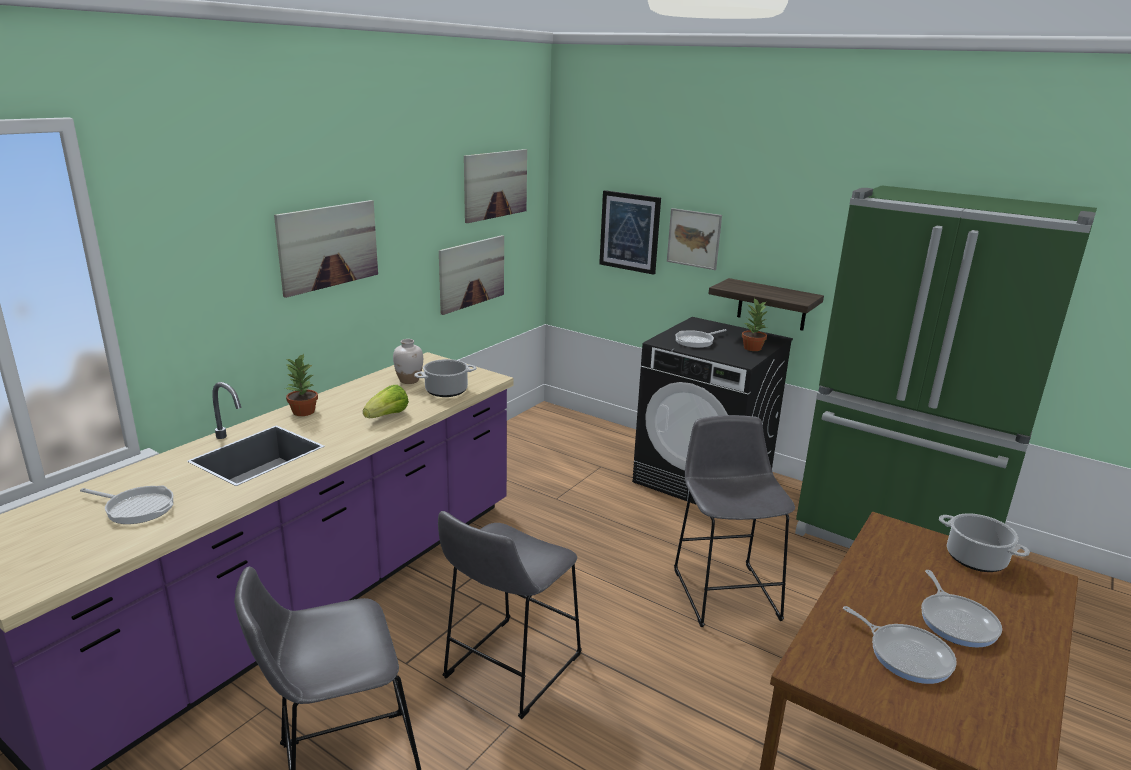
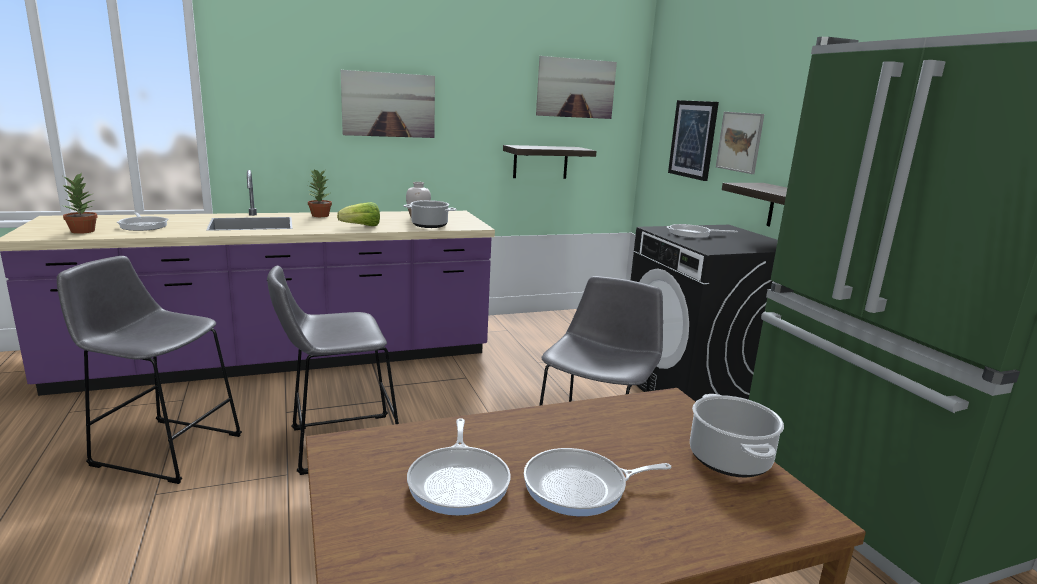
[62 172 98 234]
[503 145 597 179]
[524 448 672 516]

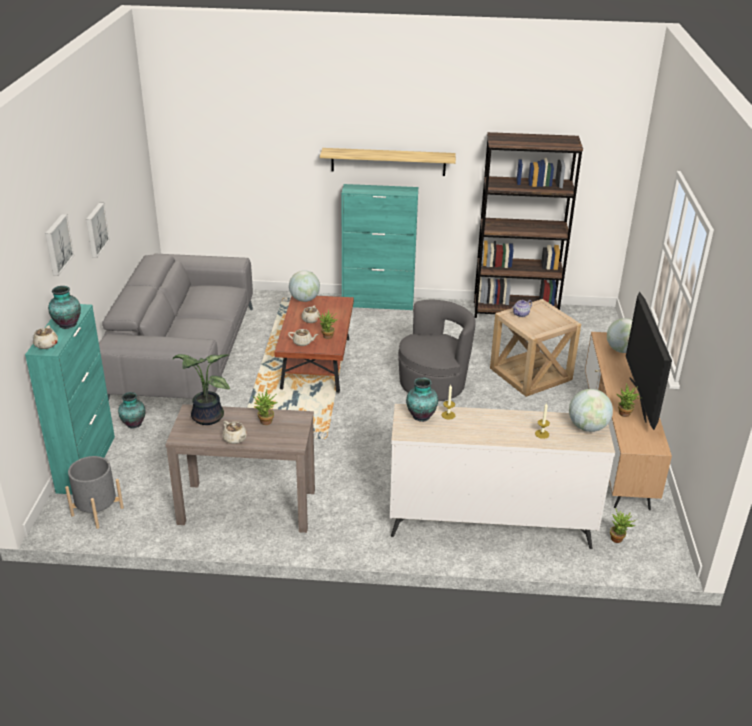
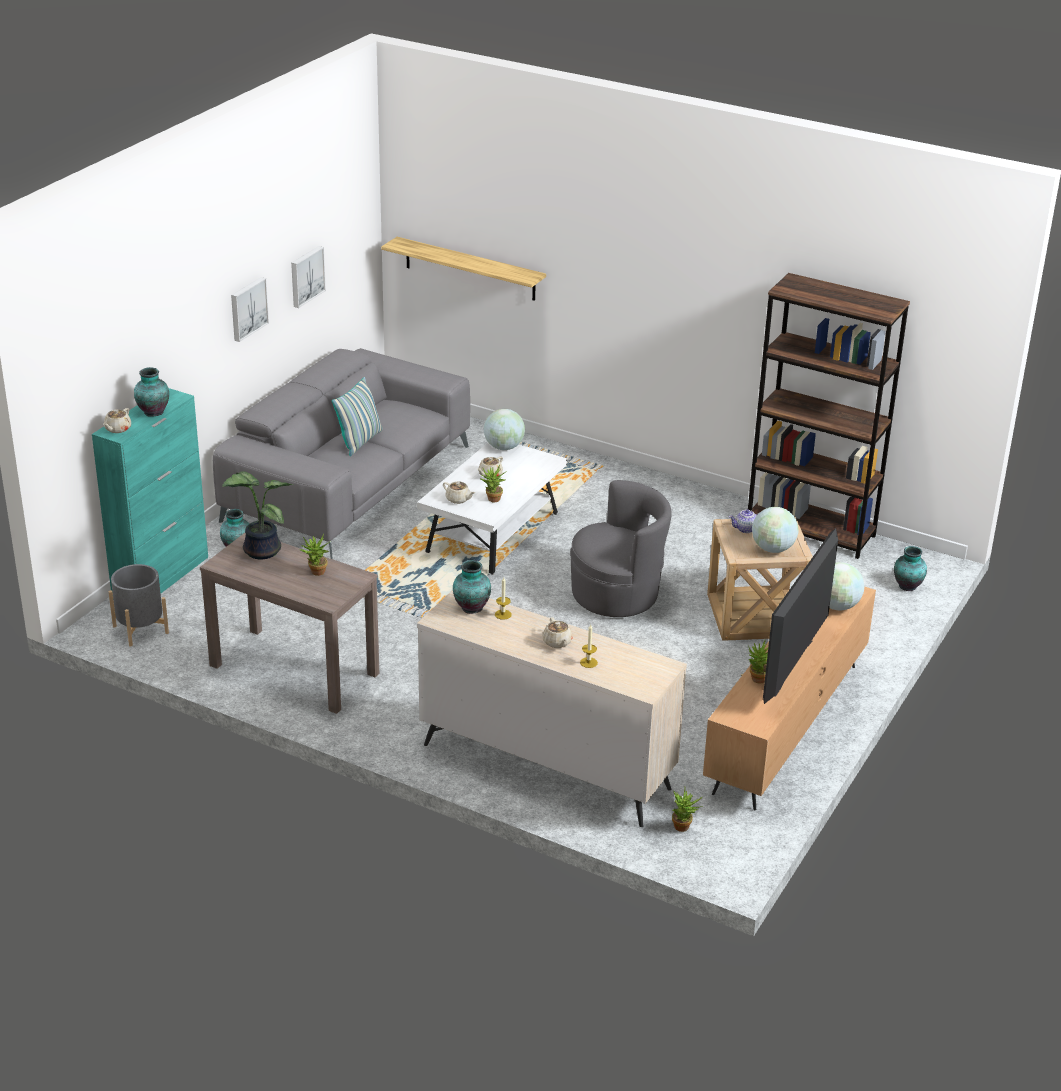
[291 246 326 308]
[332 377 383 456]
[381 237 546 301]
[417 443 567 575]
[542 617 573 648]
[752 507 798 553]
[894 546 927 591]
[341 184 418 310] (first image)

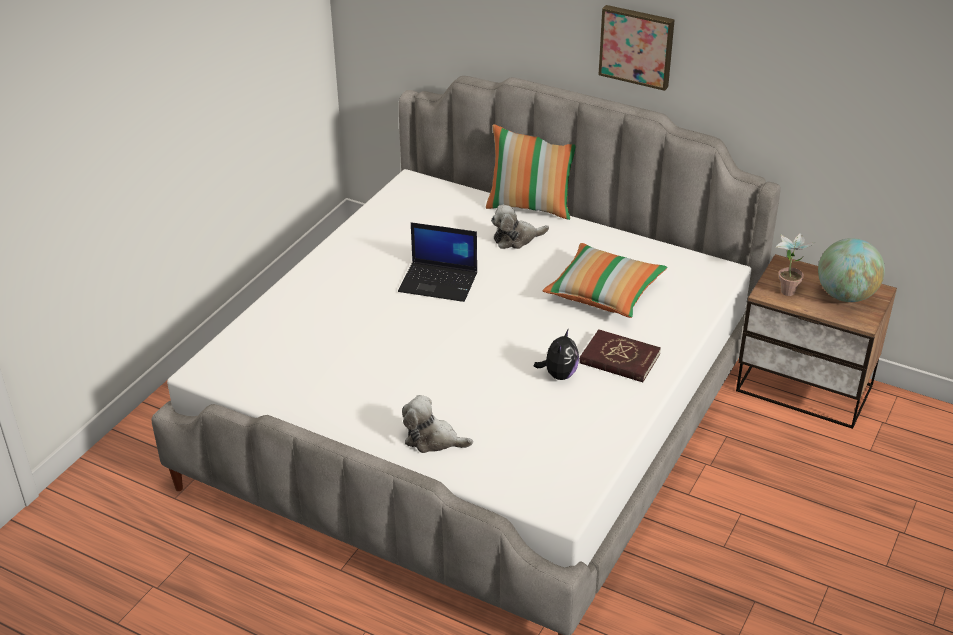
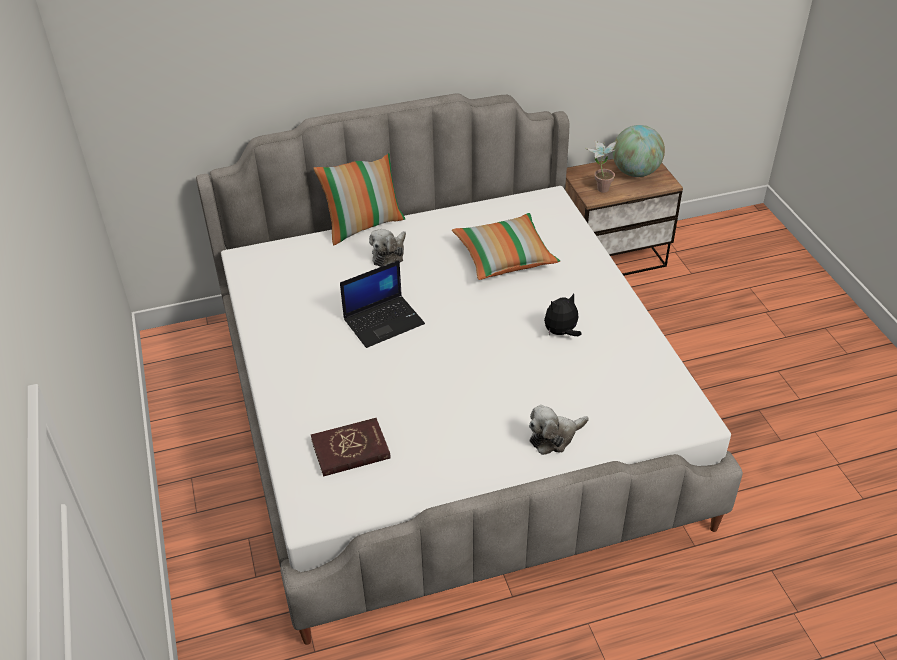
[311 418 391 477]
[544 294 582 336]
[599 5 675 91] (first image)

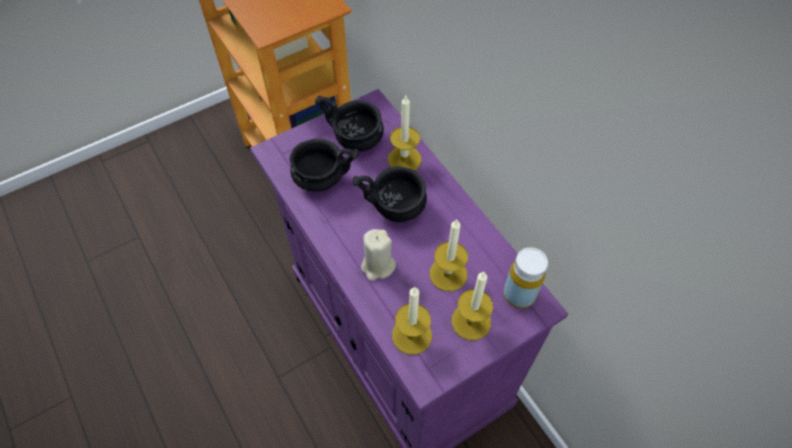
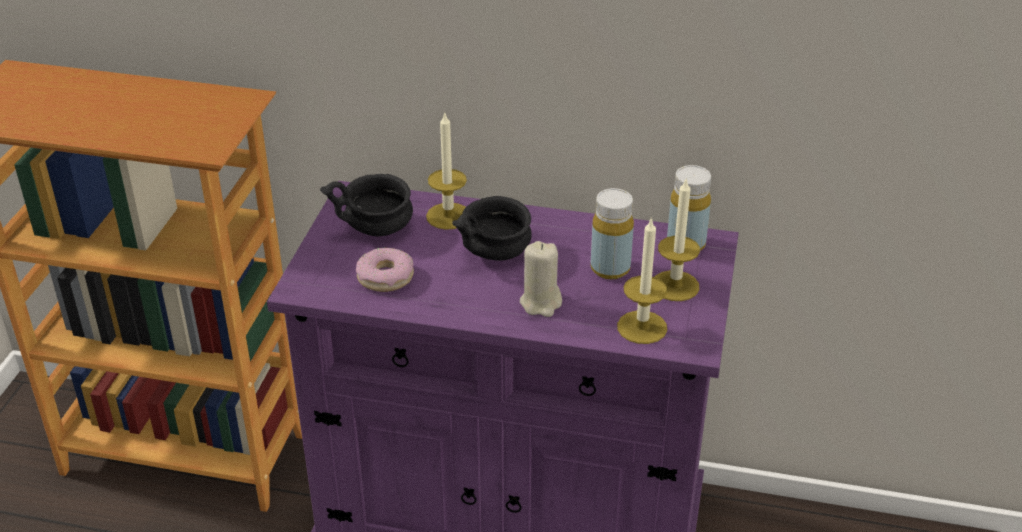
[356 247 414 292]
[591 188 634 279]

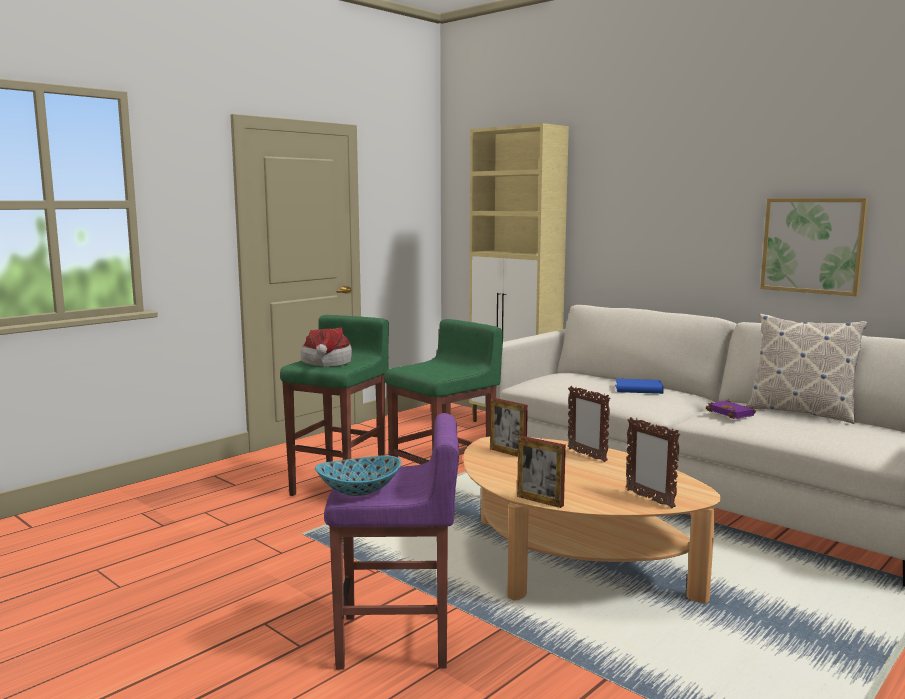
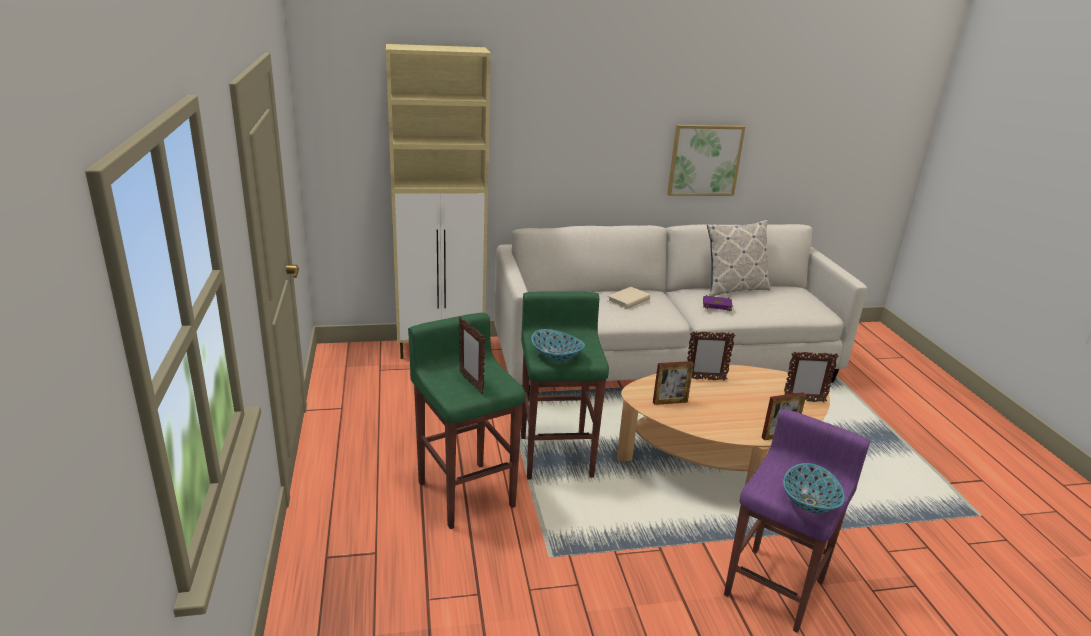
[459 316 485 394]
[531 329 585 361]
[607 287 650 309]

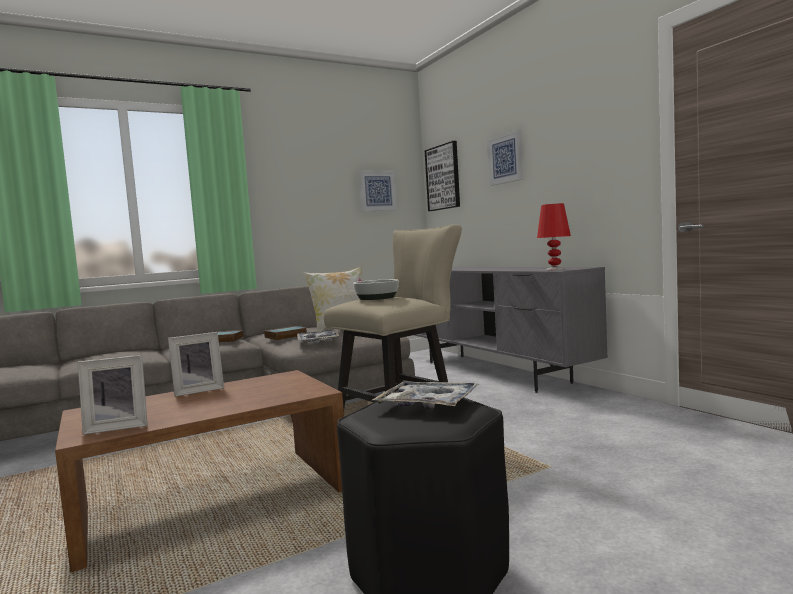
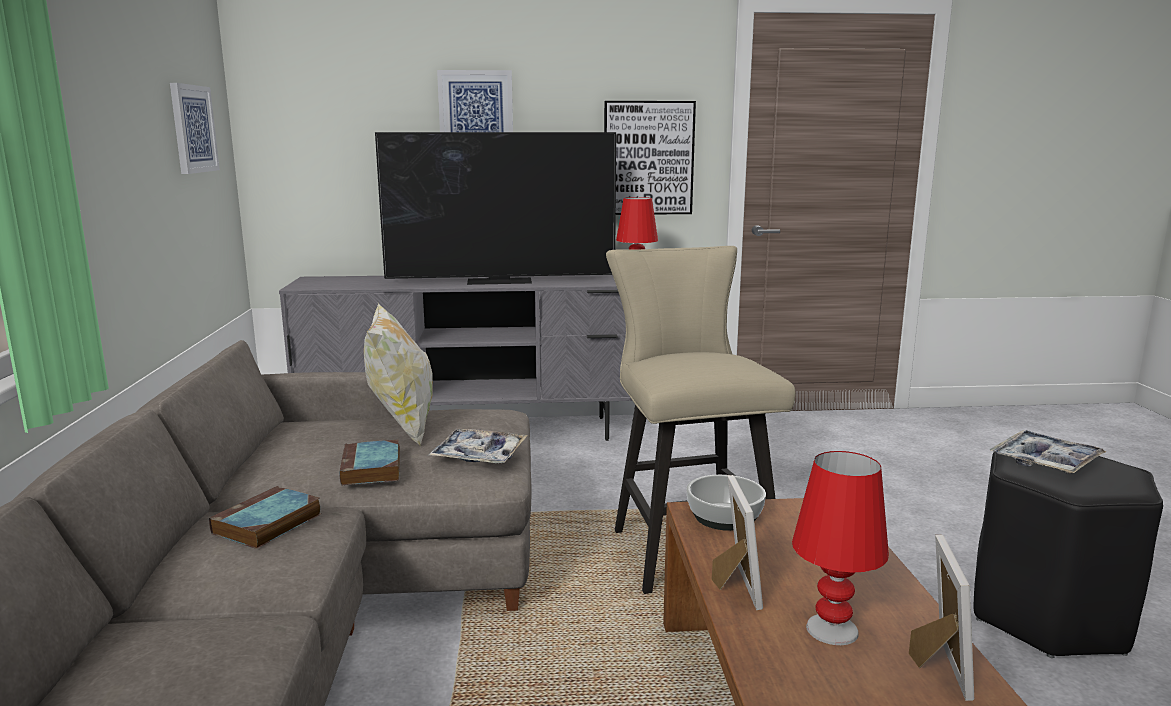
[375 132 616 285]
[604 101 696 215]
[686 475 766 531]
[792 451 889 645]

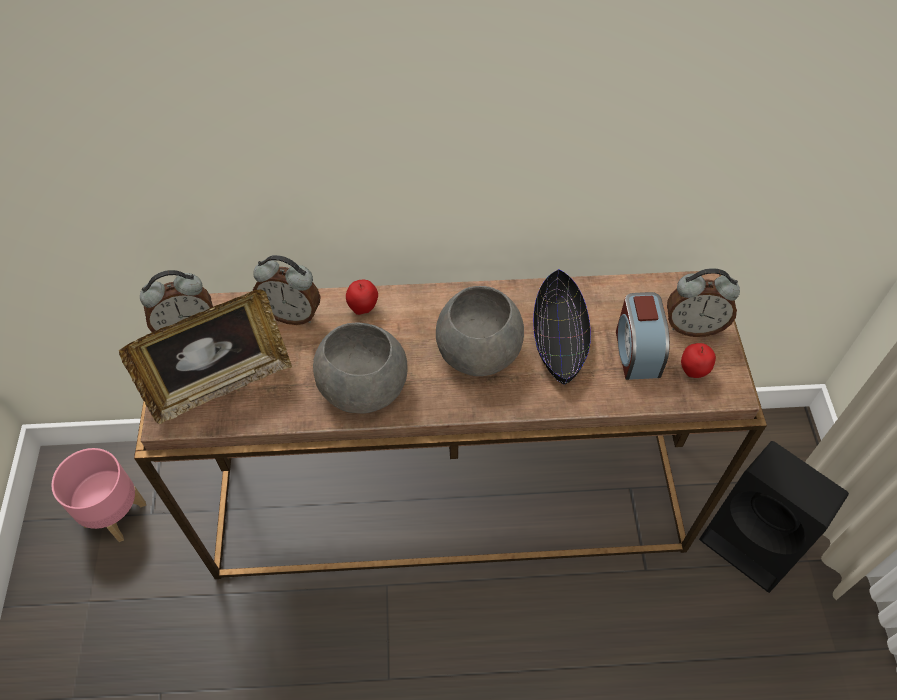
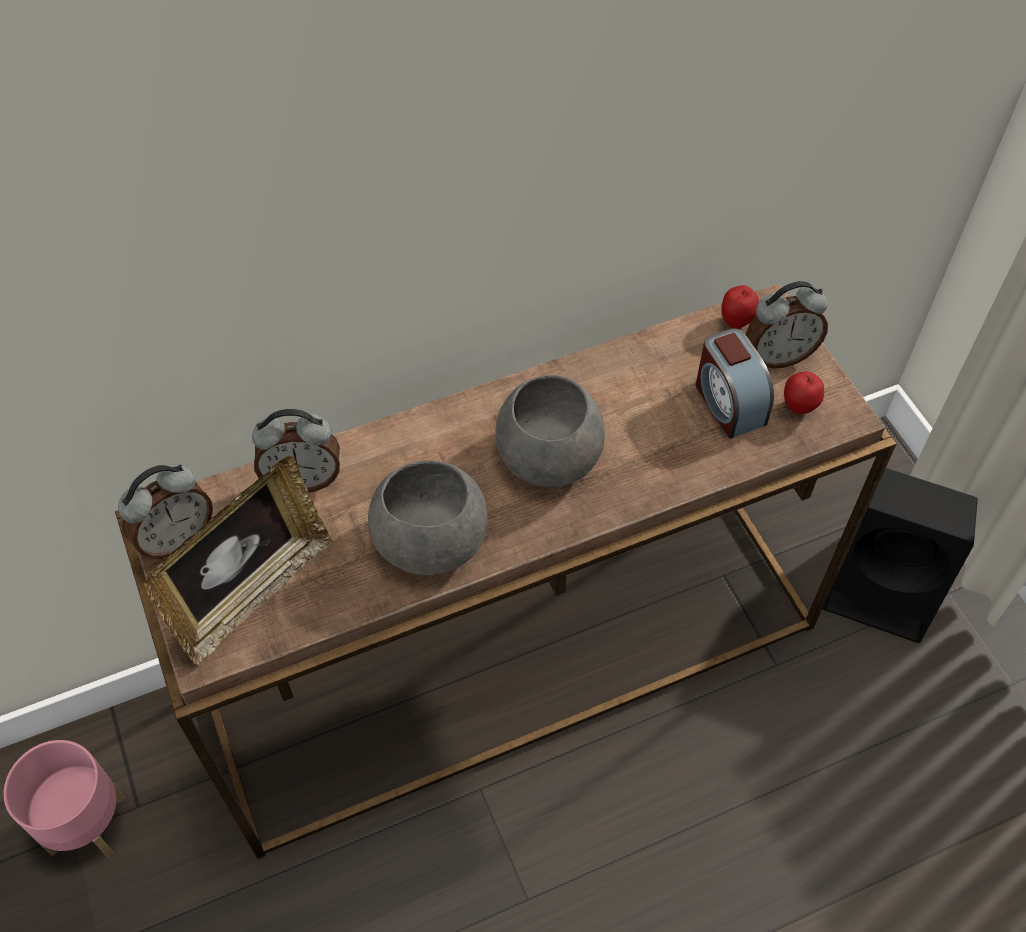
[722 285 759 329]
[533 269 591 385] (first image)

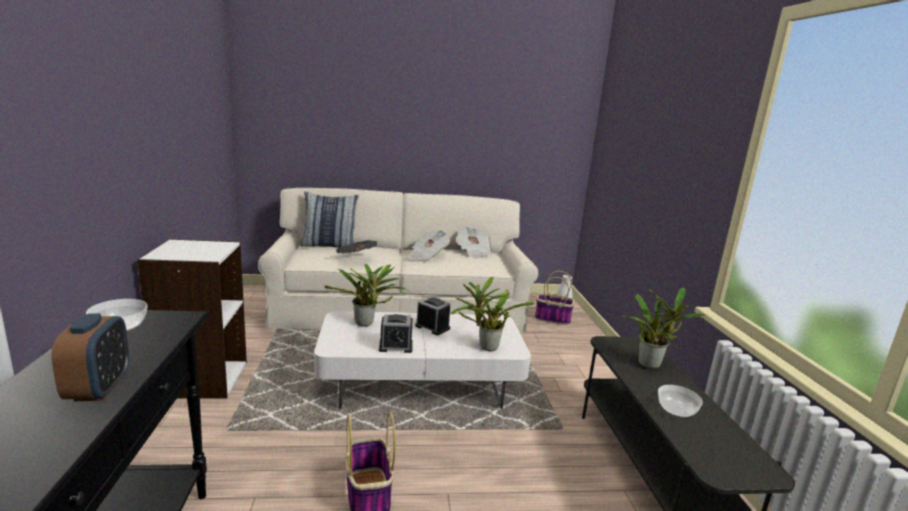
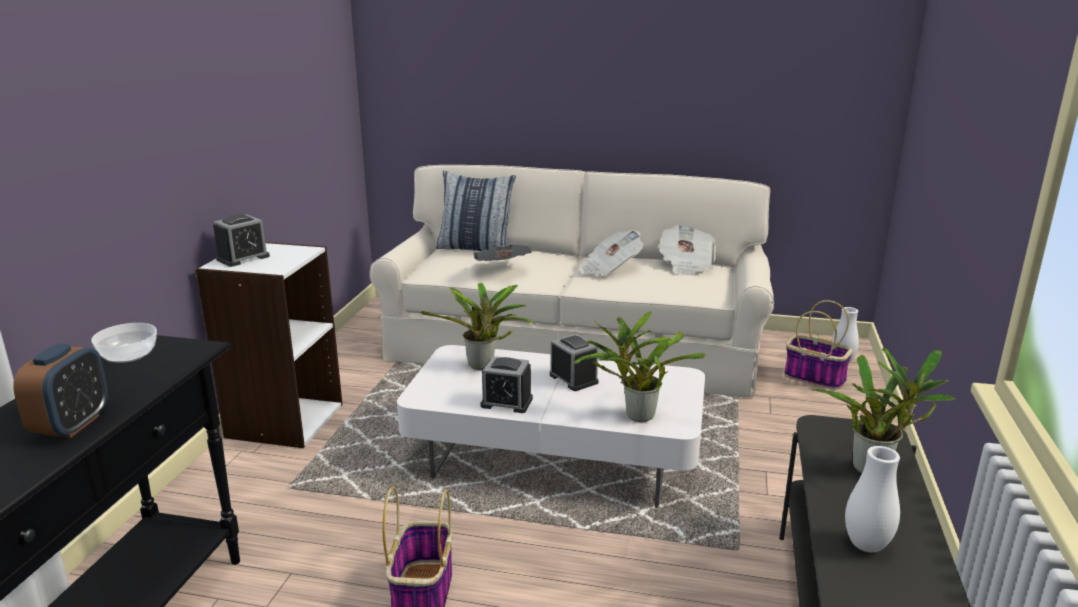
[213 214 270 267]
[845 446 900 553]

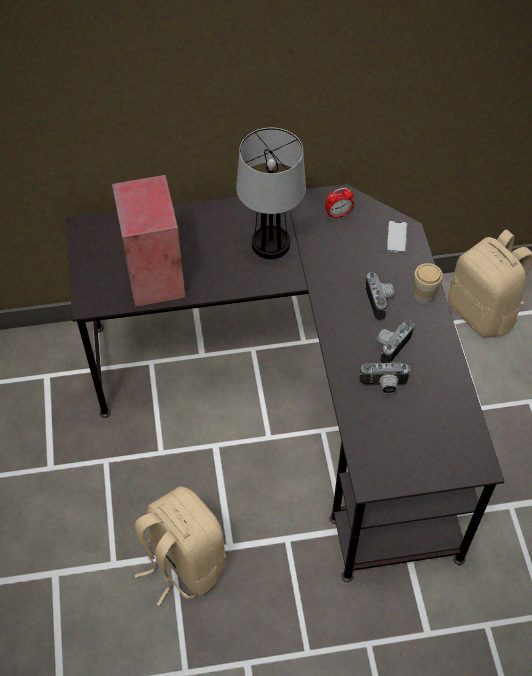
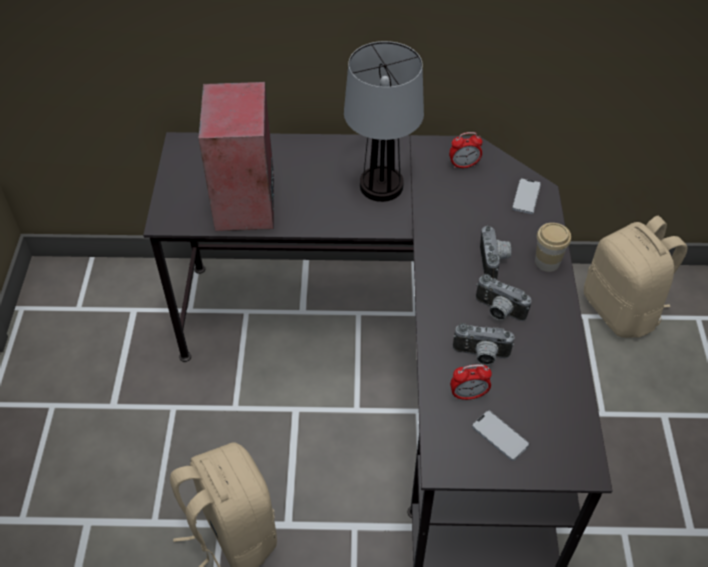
[450 364 492 400]
[472 410 530 461]
[476 274 531 321]

